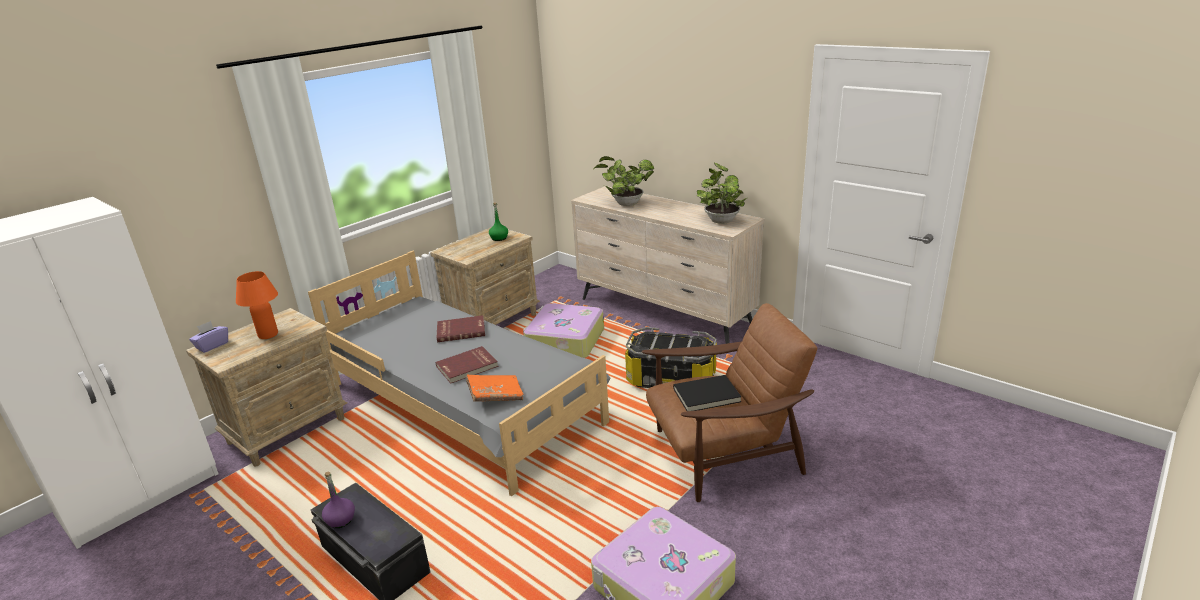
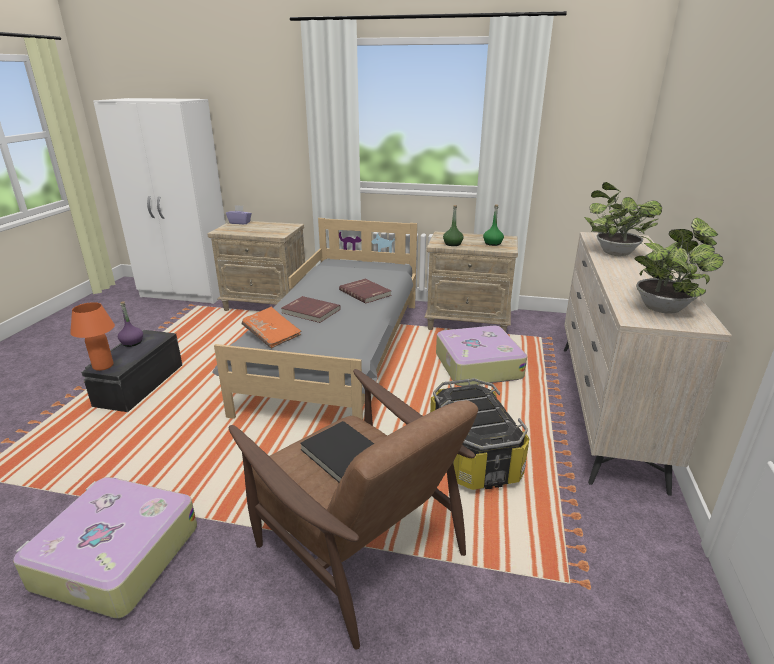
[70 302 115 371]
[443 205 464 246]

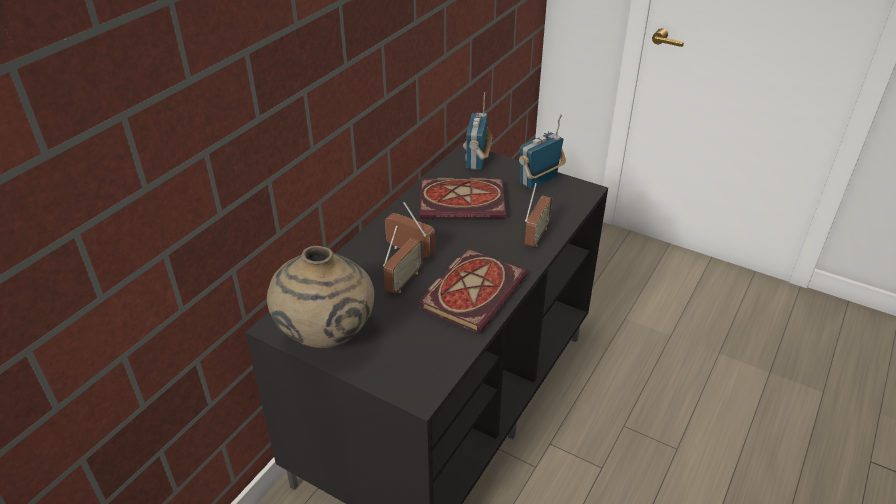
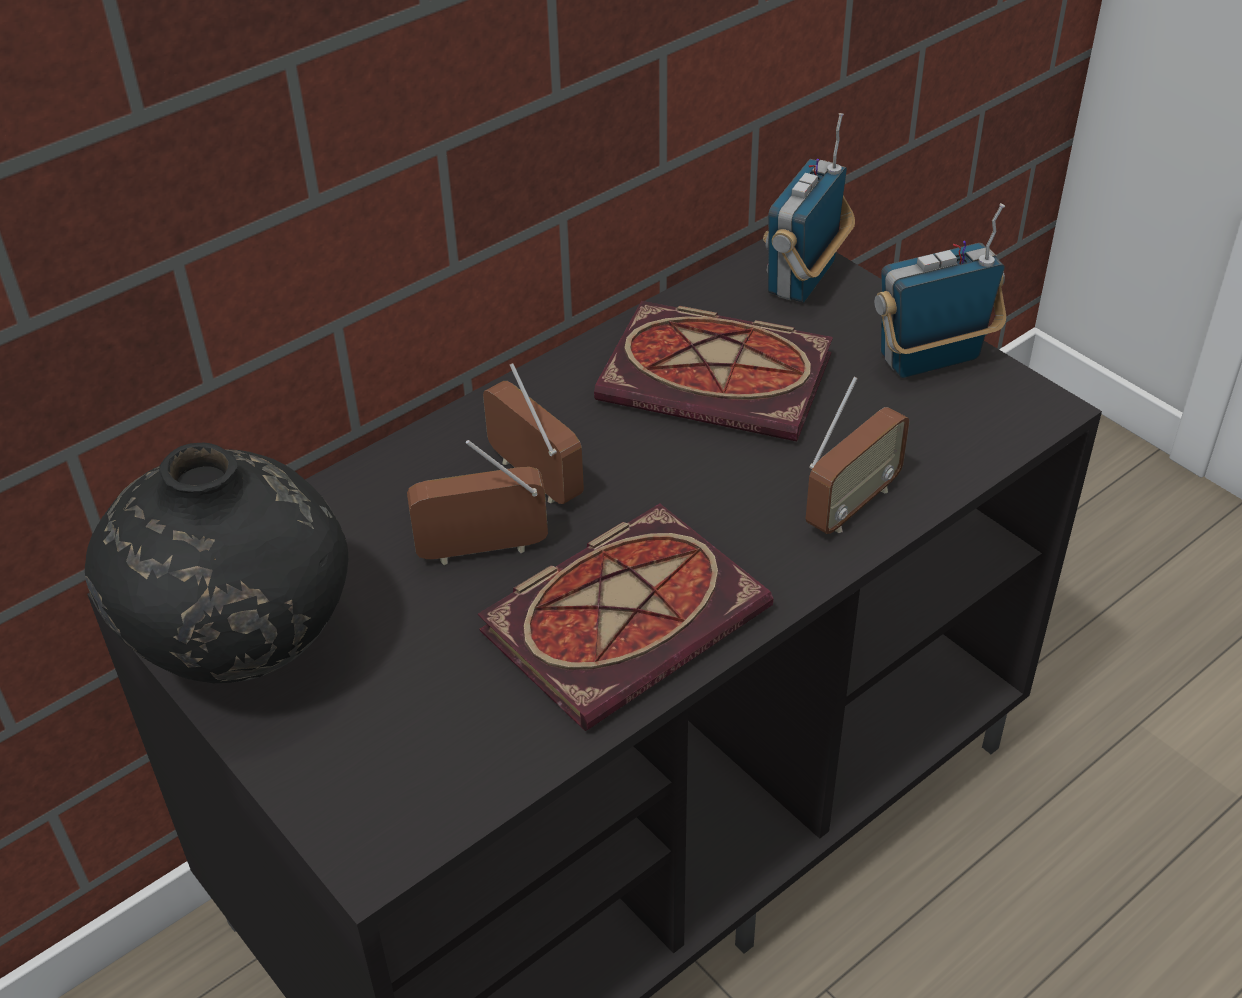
[85 443 348 683]
[407 440 548 565]

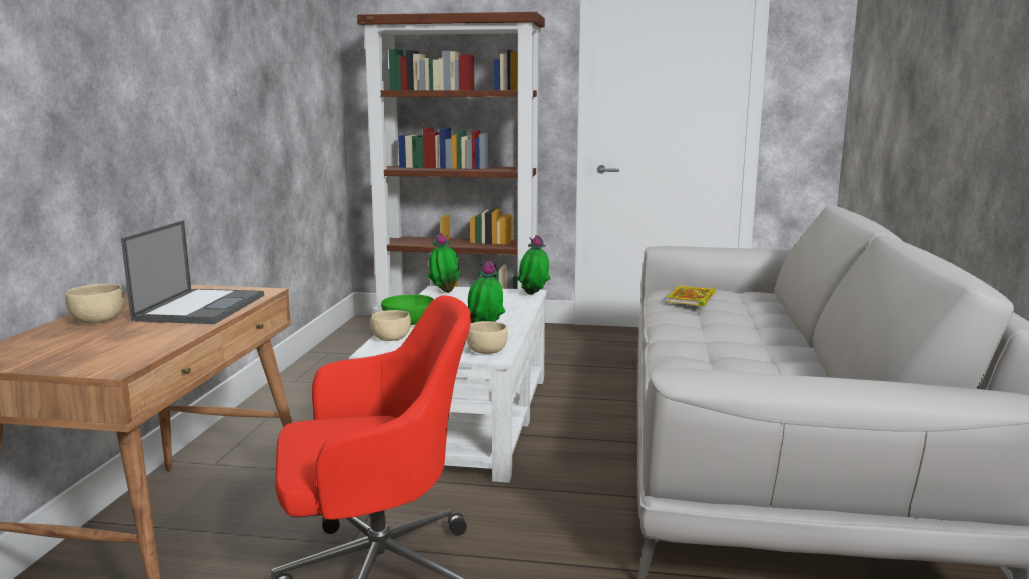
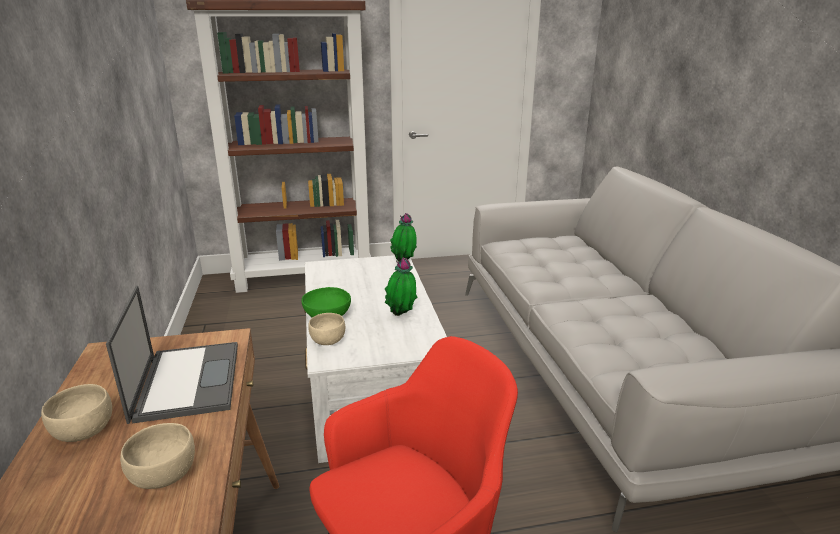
[120 423 195 489]
[428 233 461 293] (first image)
[667 286 716 307] (first image)

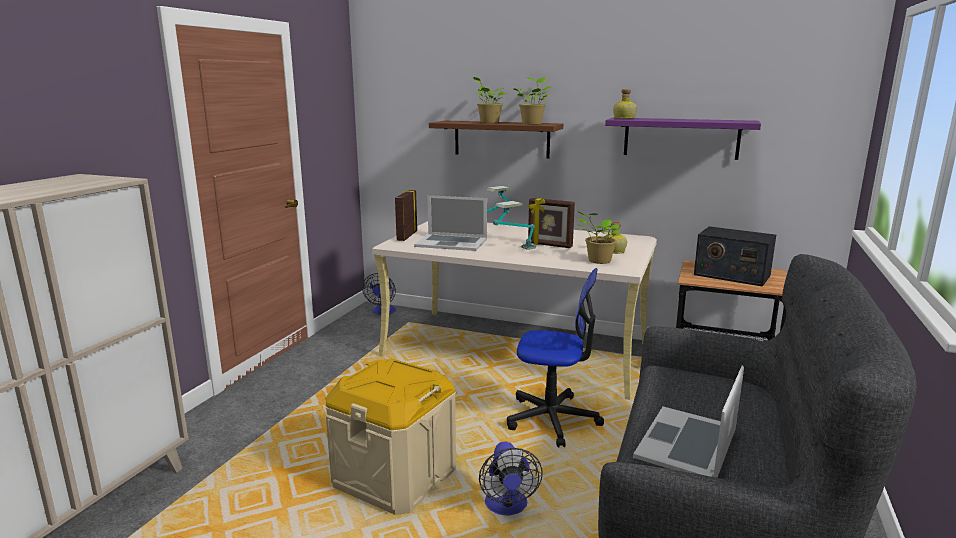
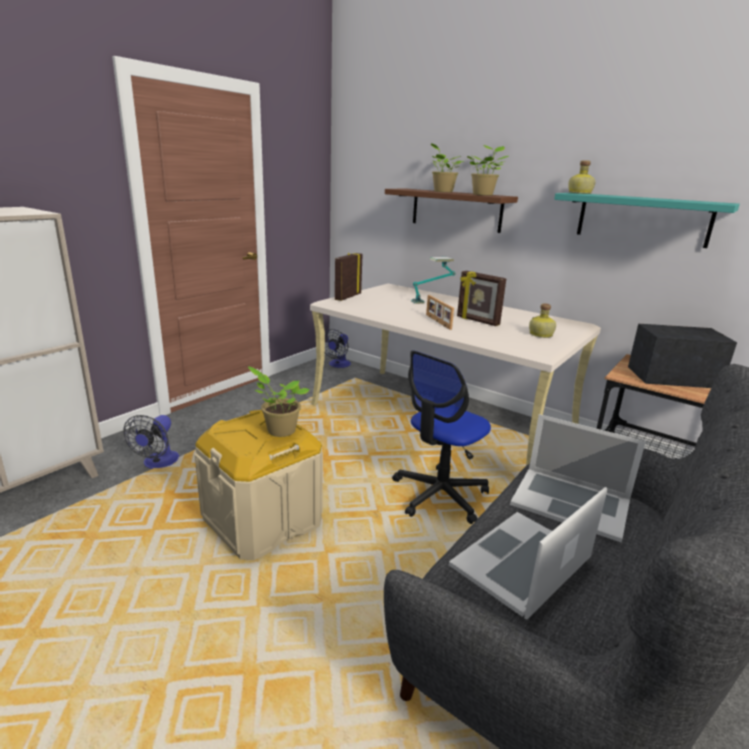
[123 415 180 469]
[248 366 310 437]
[392 350 491 524]
[426 295 454 330]
[510 414 646 542]
[554 193 740 248]
[628 324 737 388]

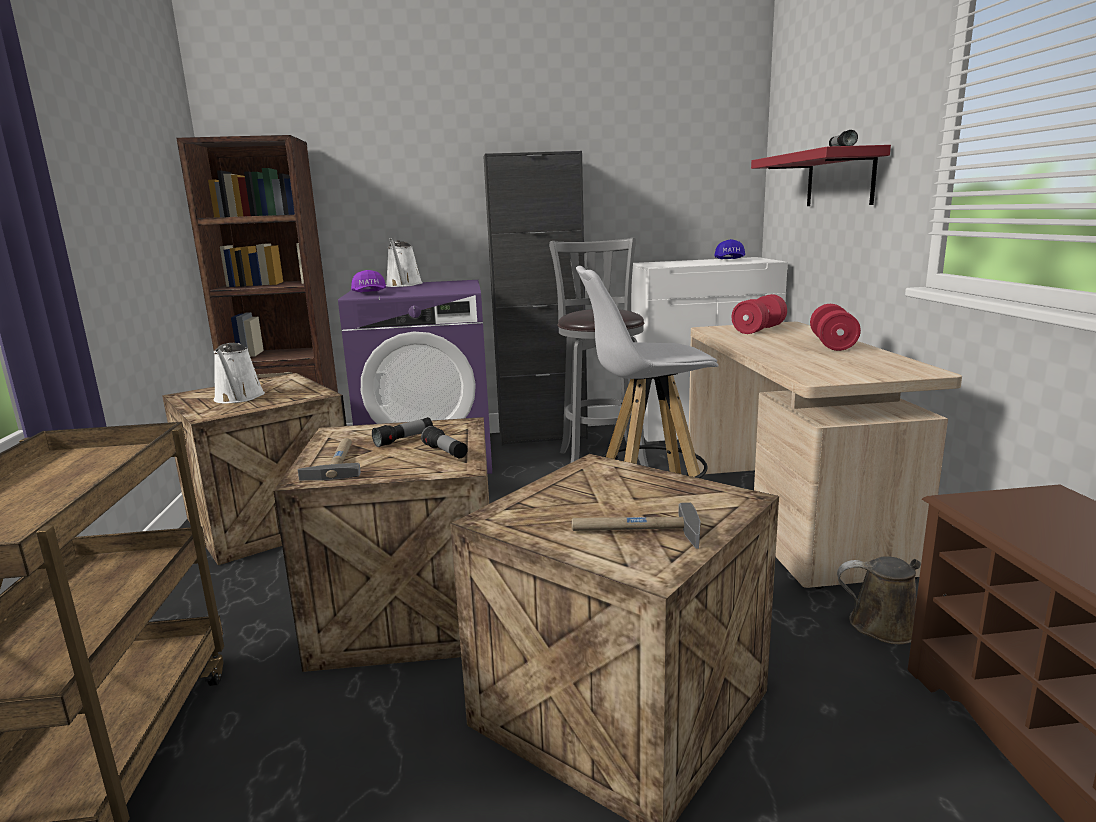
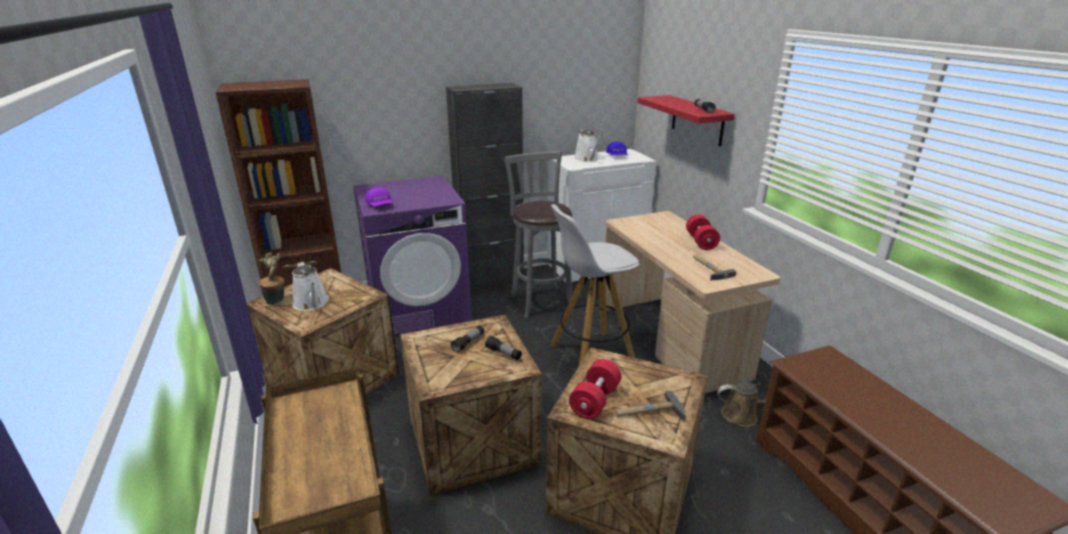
[259 252 285 305]
[569 359 621 419]
[574 129 603 162]
[693 254 737 280]

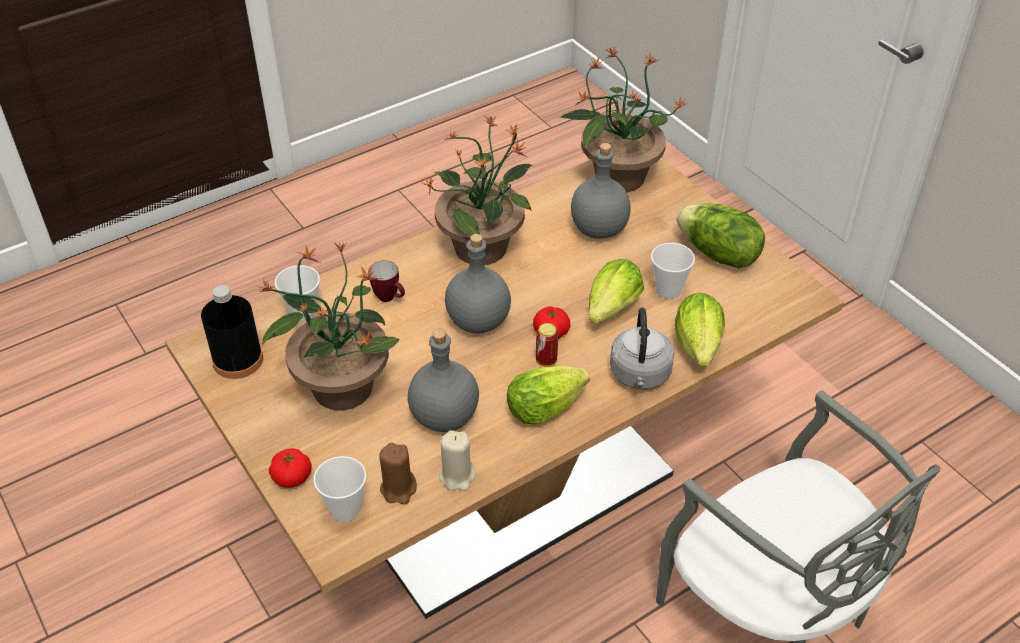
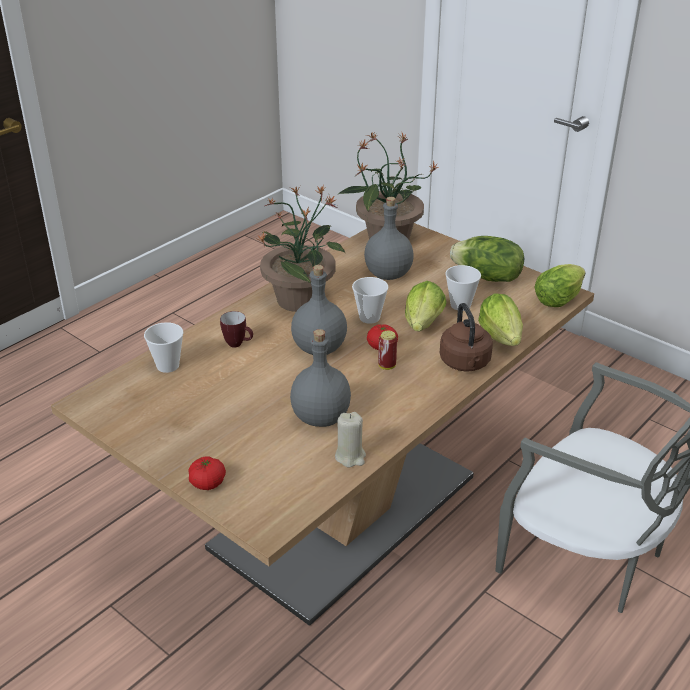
[352 277 388 324]
[440 303 493 372]
[534 264 586 307]
[201 285 263 379] (first image)
[255 241 400 411] (first image)
[379 443 417 504] (first image)

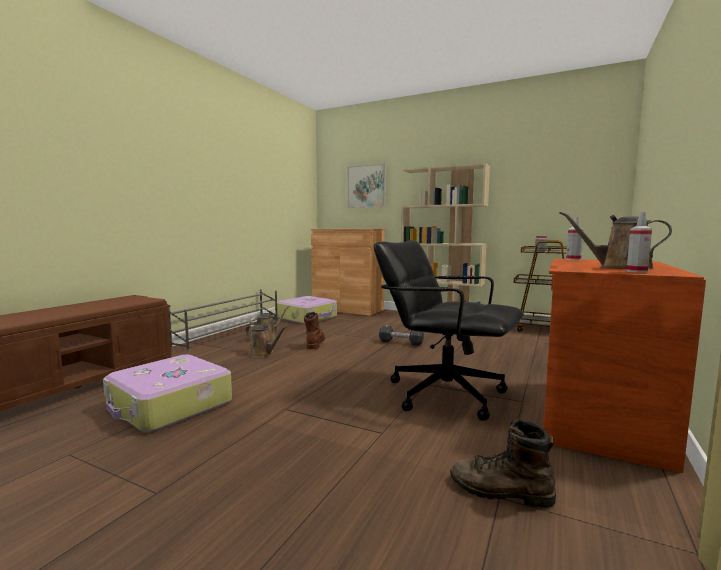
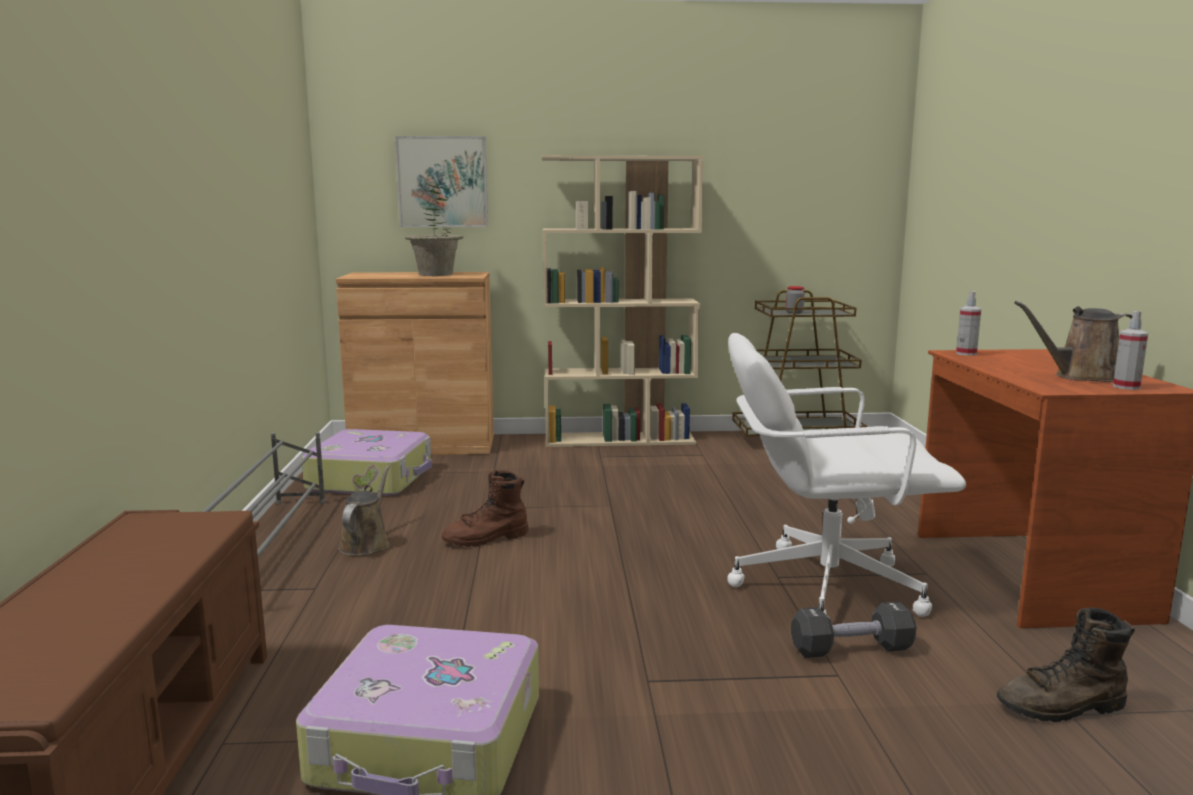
[405 183 463 276]
[442 470 528 547]
[727 333 966 618]
[791 602 916 658]
[246 324 287 357] (first image)

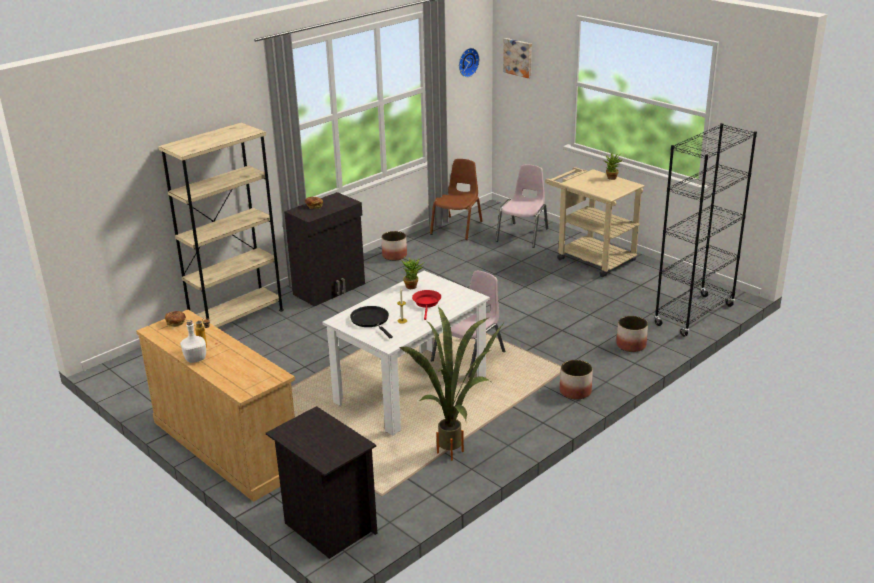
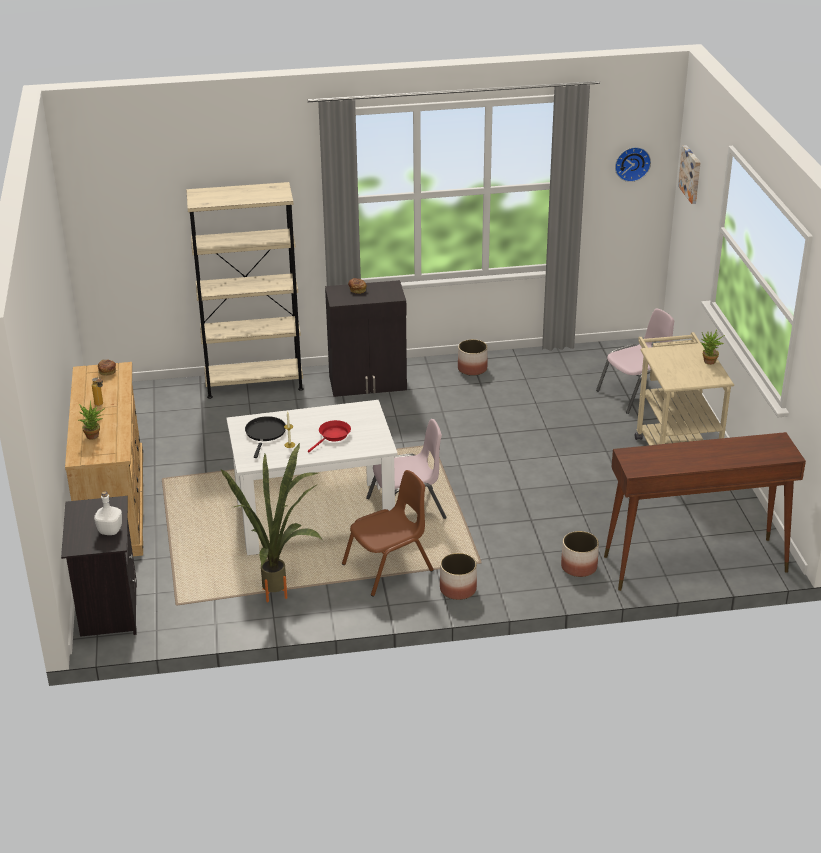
[79 401 105 440]
[94 491 122 535]
[342 470 434 597]
[604 432 806 591]

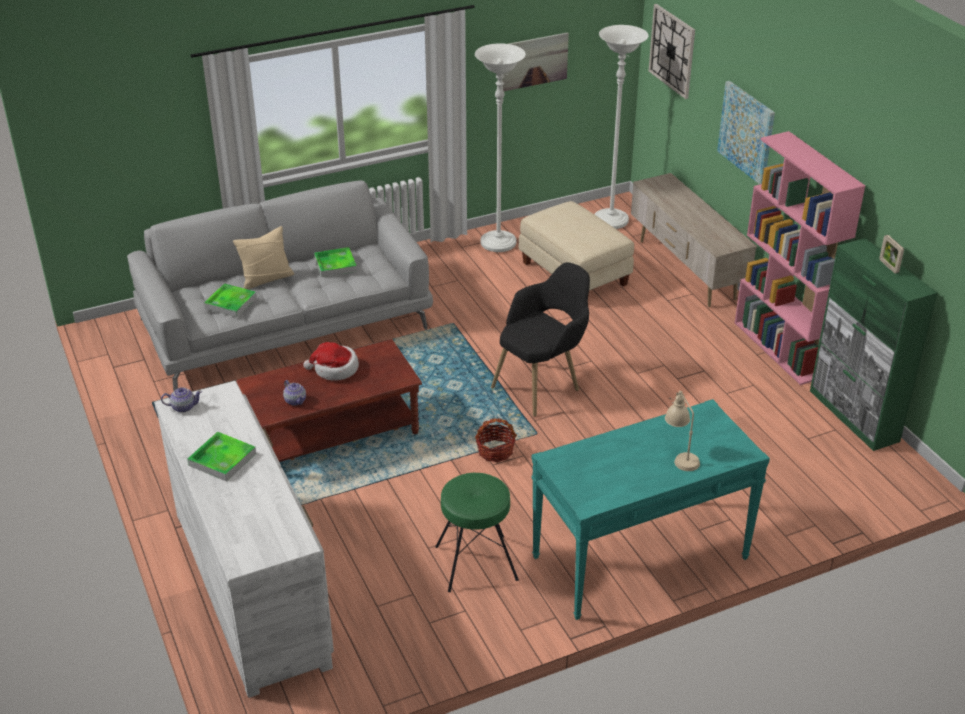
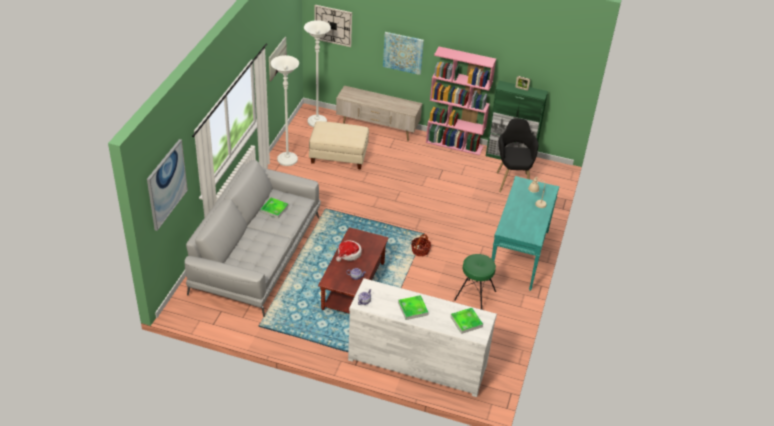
[147 139 188 231]
[451 308 483 334]
[497 118 538 192]
[233 226 294 289] (first image)

